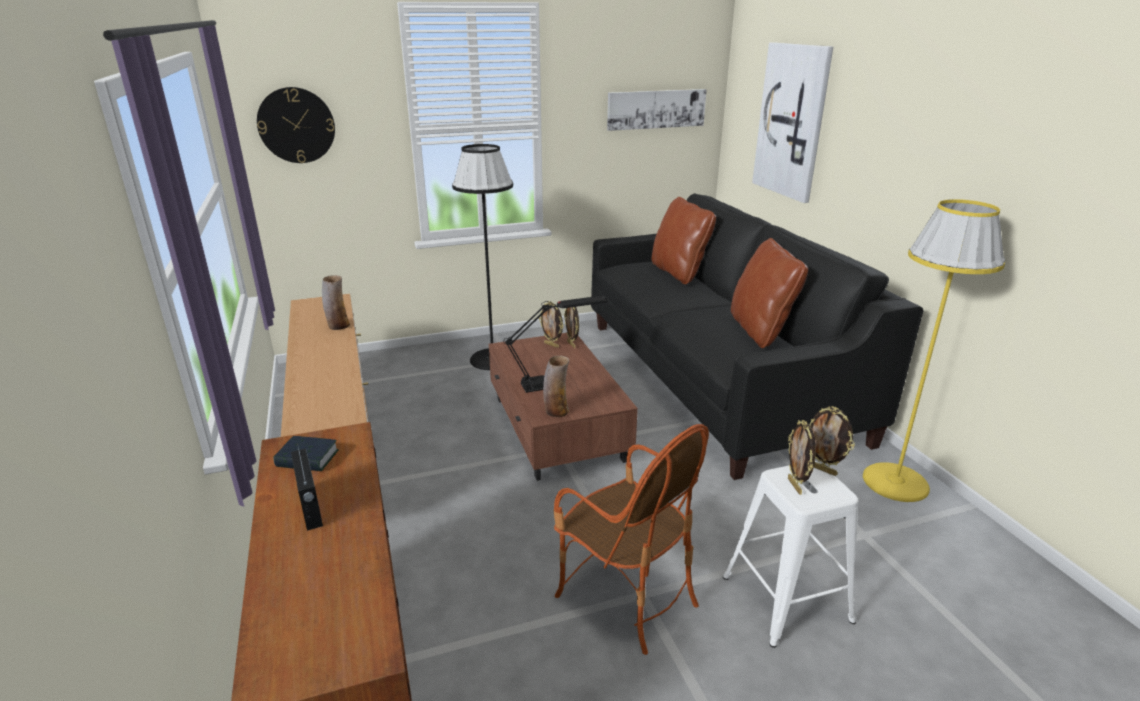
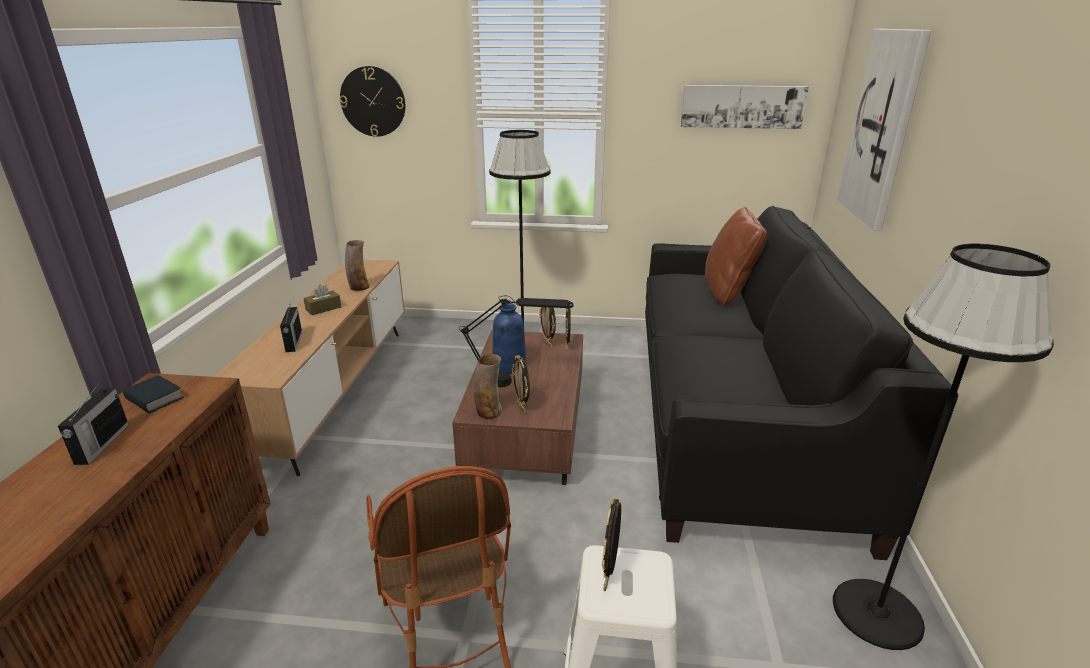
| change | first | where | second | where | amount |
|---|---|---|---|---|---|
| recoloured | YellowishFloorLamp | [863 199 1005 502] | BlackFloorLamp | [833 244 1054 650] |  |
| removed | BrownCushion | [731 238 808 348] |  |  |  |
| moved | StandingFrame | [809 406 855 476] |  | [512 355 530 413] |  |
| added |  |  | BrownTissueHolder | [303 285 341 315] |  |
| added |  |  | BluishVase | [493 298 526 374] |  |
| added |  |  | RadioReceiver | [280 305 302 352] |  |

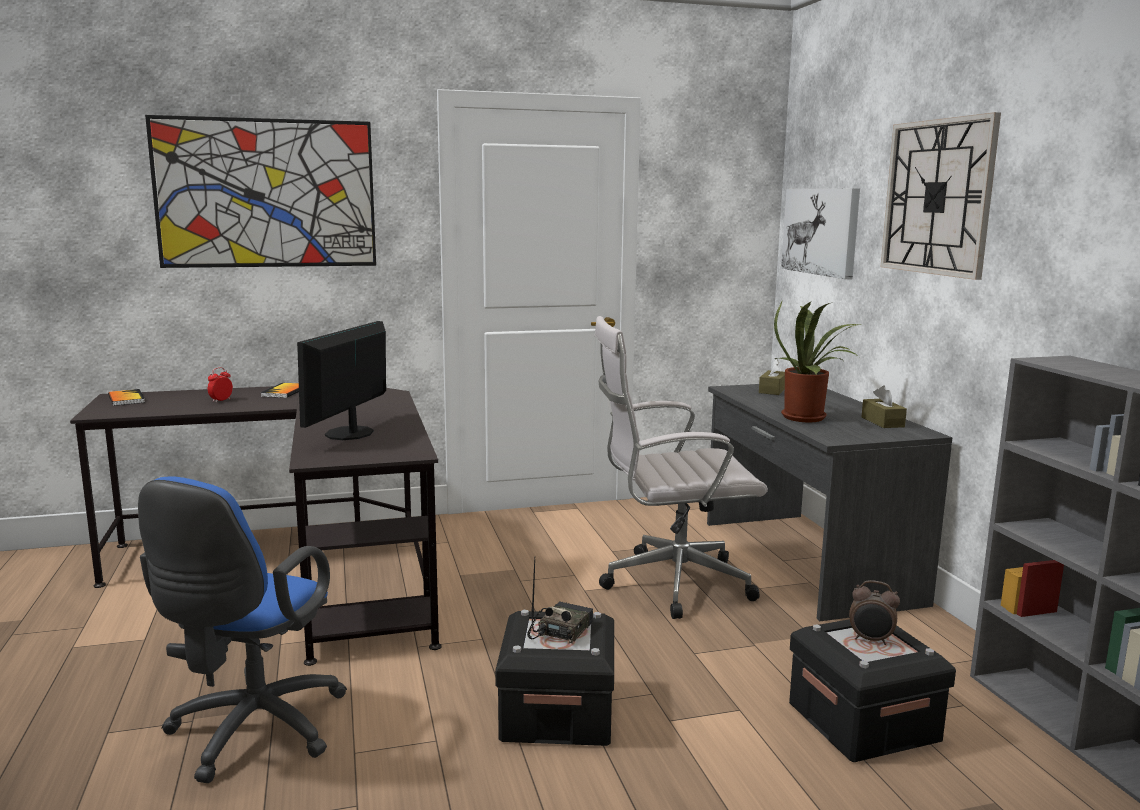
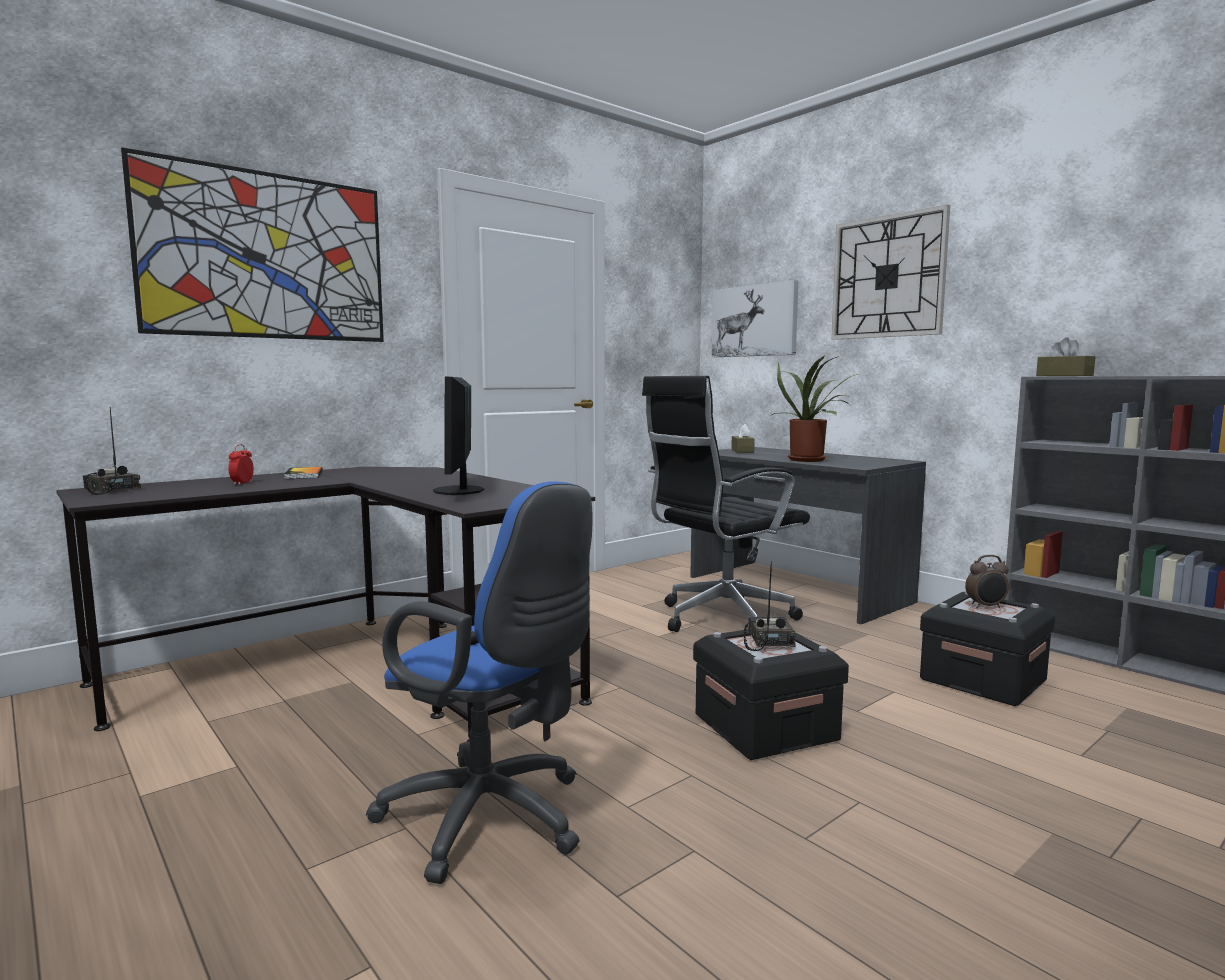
| change | first | where | second | where | amount |
|---|---|---|---|---|---|
| recoloured | WhiteColouredComputerChair | [595 316 768 619] | BlackComputerChair | [642 376 810 632] |  |
| moved | BrownTissueHolder | [862 386 907 428] |  | [1036 337 1095 376] |  |
| replaced | BoundBook | [108 389 145 406] | RadioReceiver | [83 407 141 495] |  |
| turned | BluishComputerChair | [138 476 347 783] |  | [366 481 592 884] | 45 degrees counterclockwise |

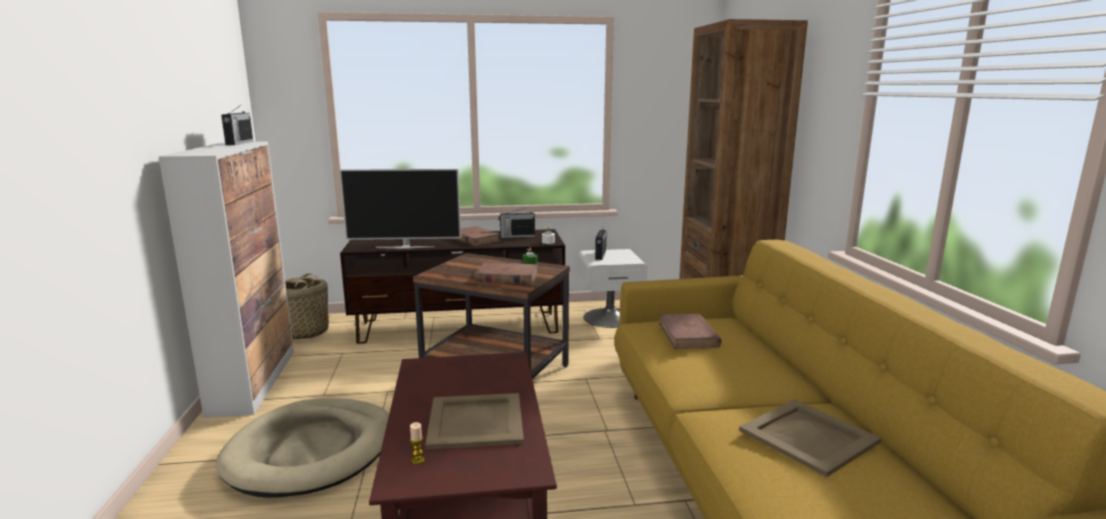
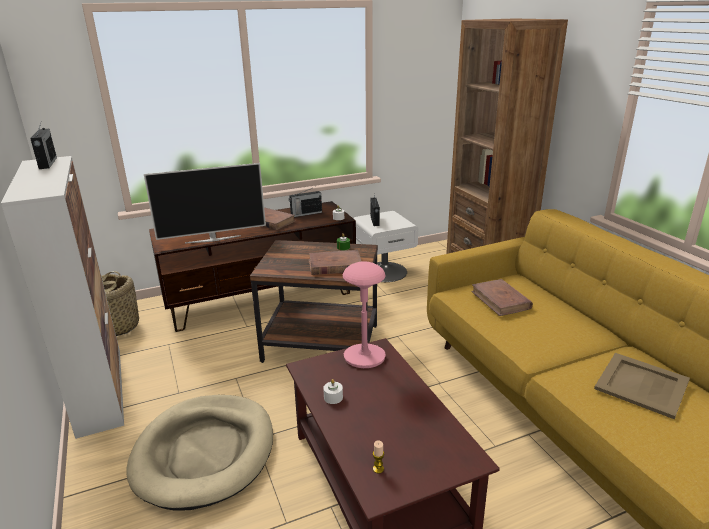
| change | first | where | second | where | amount |
|---|---|---|---|---|---|
| removed | BeigeServingTray | [425 393 524 450] |  |  |  |
| added |  |  | PinkishTableLamp | [343 261 386 368] |  |
| added |  |  | WhiteColouredCandle | [323 379 343 404] |  |

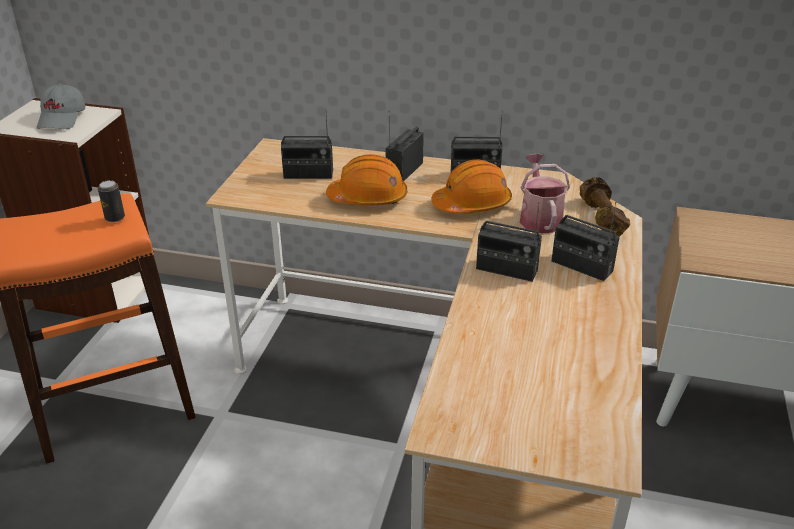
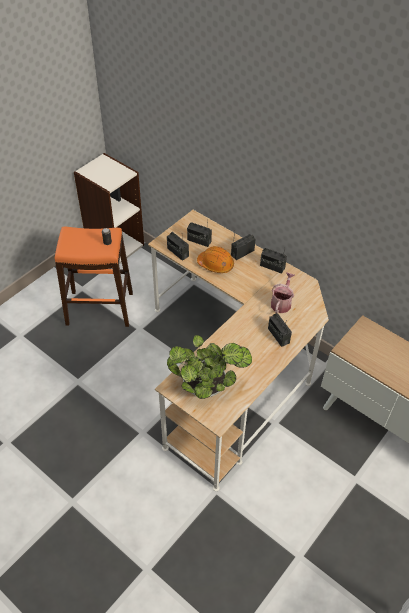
| change | first | where | second | where | amount |
|---|---|---|---|---|---|
| removed | GreyPeakedCap | [37 84 85 129] |  |  |  |
| removed | OrangeySafetyHelmet | [431 160 512 214] |  |  |  |
| removed | BrownFreeWeight | [580 177 630 236] |  |  |  |
| moved | RadioReceiver | [476 202 542 282] |  | [167 232 189 261] |  |
| added |  |  | Houseplant | [167 335 252 399] |  |

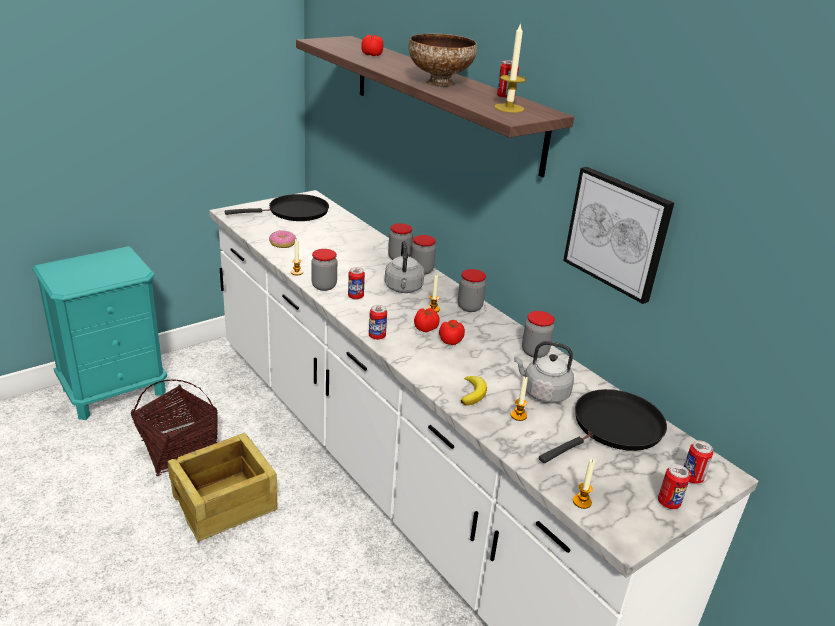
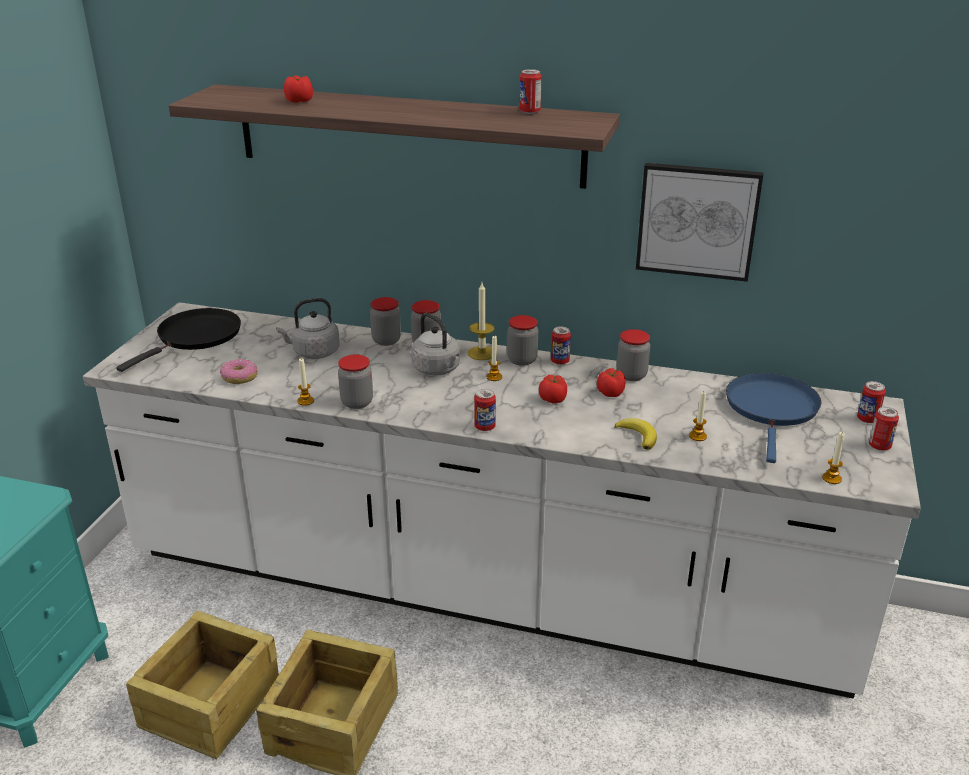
| change | first | where | second | where | amount |
|---|---|---|---|---|---|
| moved | Candle | [494 22 526 113] |  | [468 283 495 360] |  |
| removed | Bowl | [408 34 477 87] |  |  |  |
| moved | Can | [348 267 365 300] |  | [551 327 571 365] |  |
| moved | WholeTomato | [414 308 440 332] |  | [597 368 626 397] |  |
| moved | GreyKettle | [514 341 574 403] |  | [276 298 340 359] |  |
| replaced | Basket | [131 379 218 476] | Crate | [126 610 279 759] |  |
| recoloured | BlackSkillet | [539 389 667 463] | BluishSkillet | [726 373 821 463] |  |

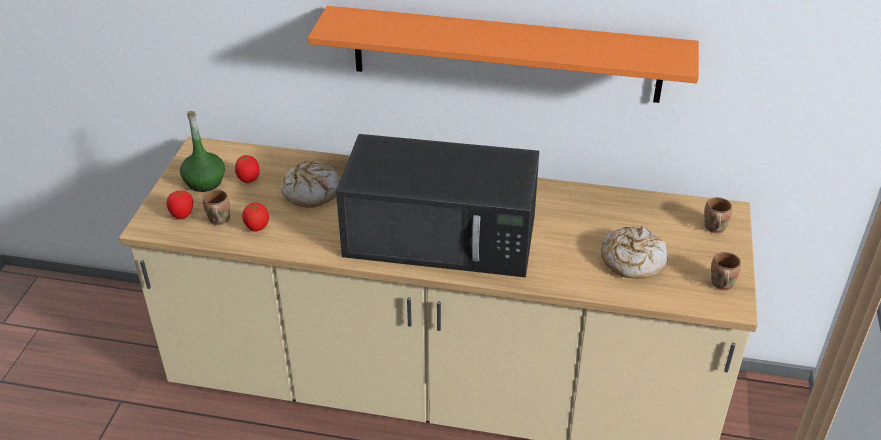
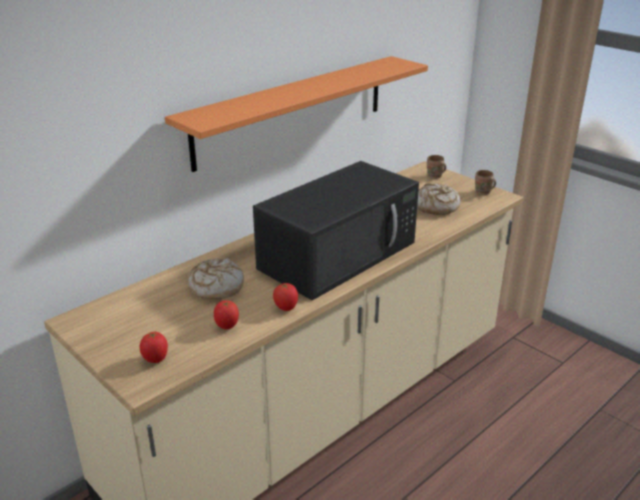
| change | first | where | second | where | amount |
|---|---|---|---|---|---|
| removed | GreenColouredBeverageBottle | [180 111 225 192] |  |  |  |
| moved | WholeTomato | [235 155 260 183] |  | [273 282 298 311] |  |
| removed | BrownMug | [203 190 230 225] |  |  |  |

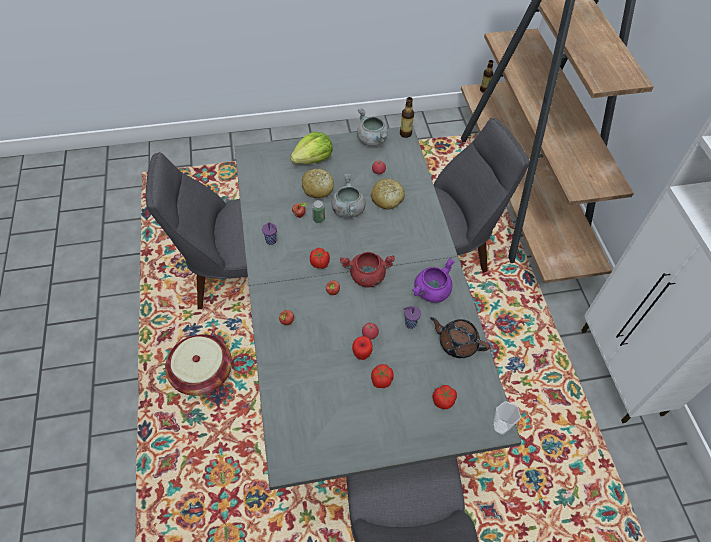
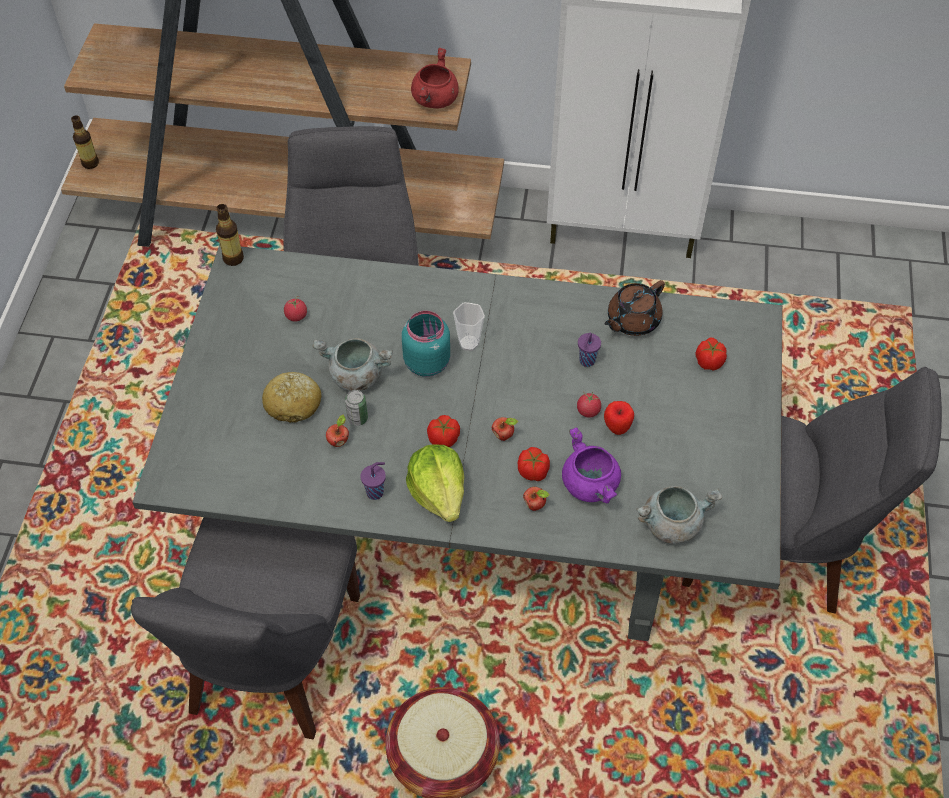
| change | first | where | second | where | amount |
|---|---|---|---|---|---|
| moved | GreySaucepot | [357 108 388 146] |  | [636 486 722 544] |  |
| moved | LettuceHead | [290 132 333 164] |  | [406 444 464 522] |  |
| removed | BakeryBread | [371 179 405 210] |  |  |  |
| moved | ReddishSaucepot | [340 252 395 287] |  | [411 47 459 109] |  |
| moved | PurplishSaucepot | [412 258 454 303] |  | [562 427 621 503] |  |
| moved | WholeTomato | [371 364 393 388] |  | [518 447 550 481] |  |
| moved | SmallCup | [493 401 521 435] |  | [453 302 485 351] |  |
| added |  |  | TurquoisePreserveJar | [402 311 450 377] |  |

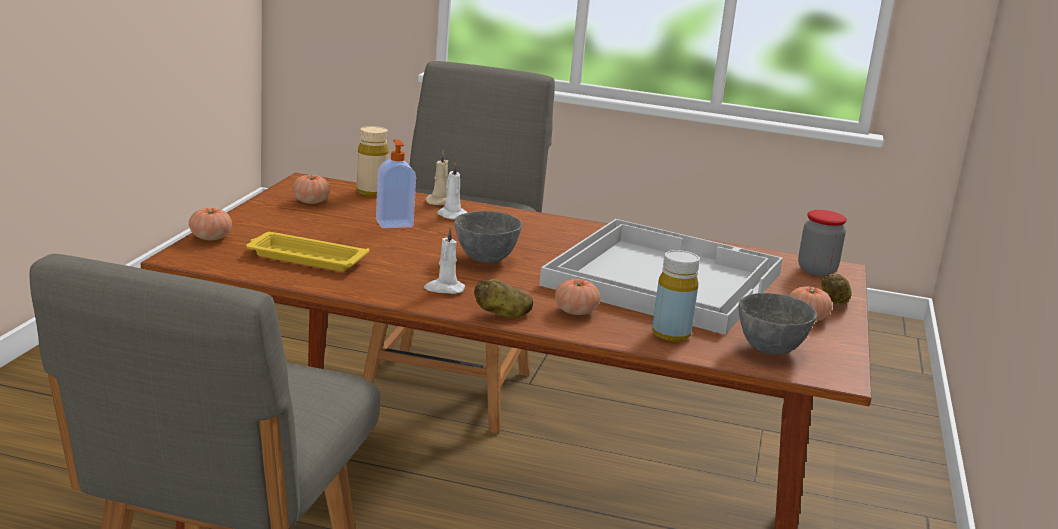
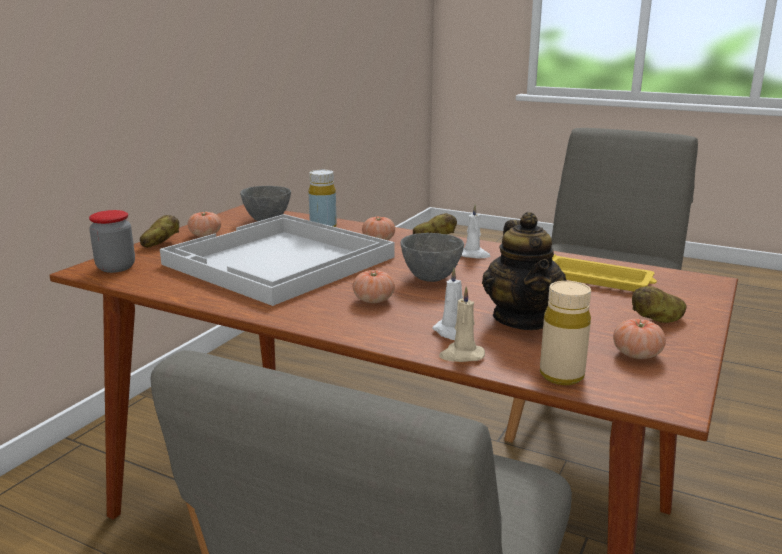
| change | first | where | second | where | amount |
|---|---|---|---|---|---|
| replaced | SoapBottle | [376 140 416 228] | PotForTea | [482 212 566 330] |  |
| moved | WholeTomato | [189 208 232 240] |  | [353 270 395 303] |  |
| added |  |  | Potato | [632 286 686 323] |  |

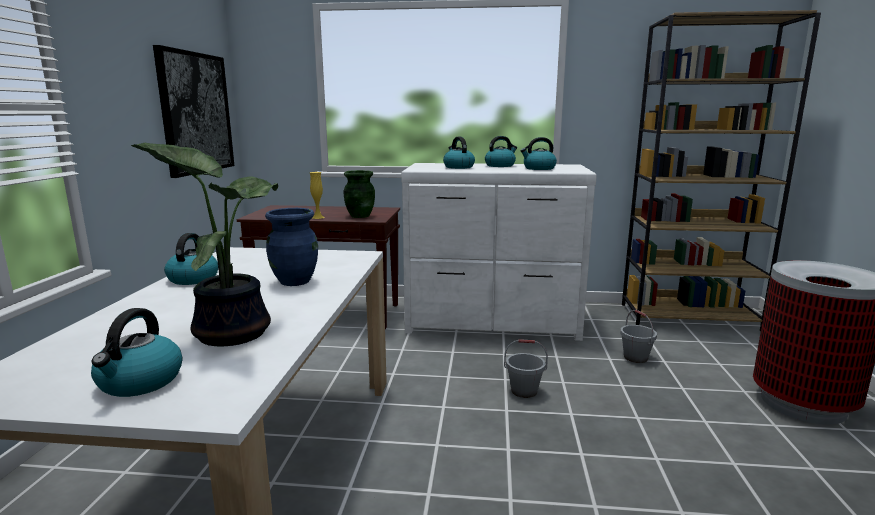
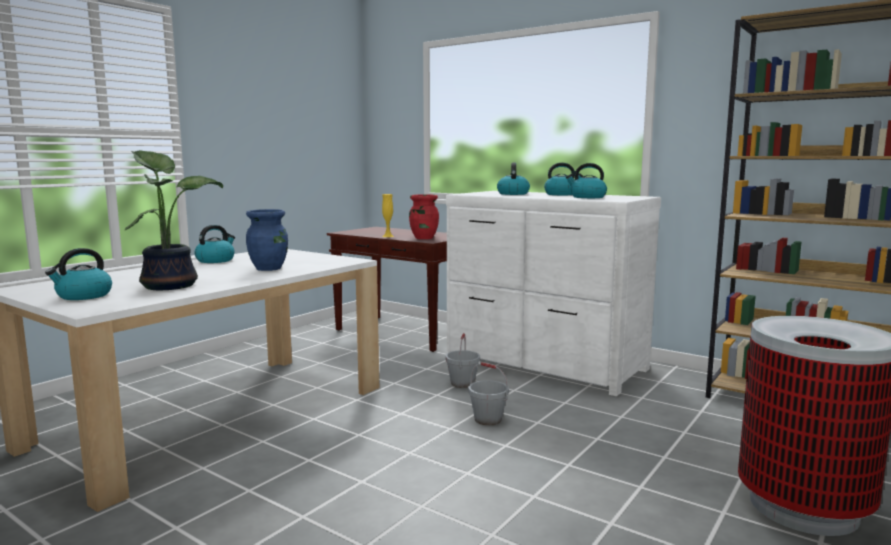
| change | first | where | second | where | amount |
|---|---|---|---|---|---|
| removed | Picture | [153 45 234 178] |  |  |  |
| recoloured | GreenColouredVase | [343 170 375 218] | ReddishVase | [409 194 439 239] |  |
| moved | GreyWaterBucket | [620 310 657 363] |  | [445 333 480 388] |  |

